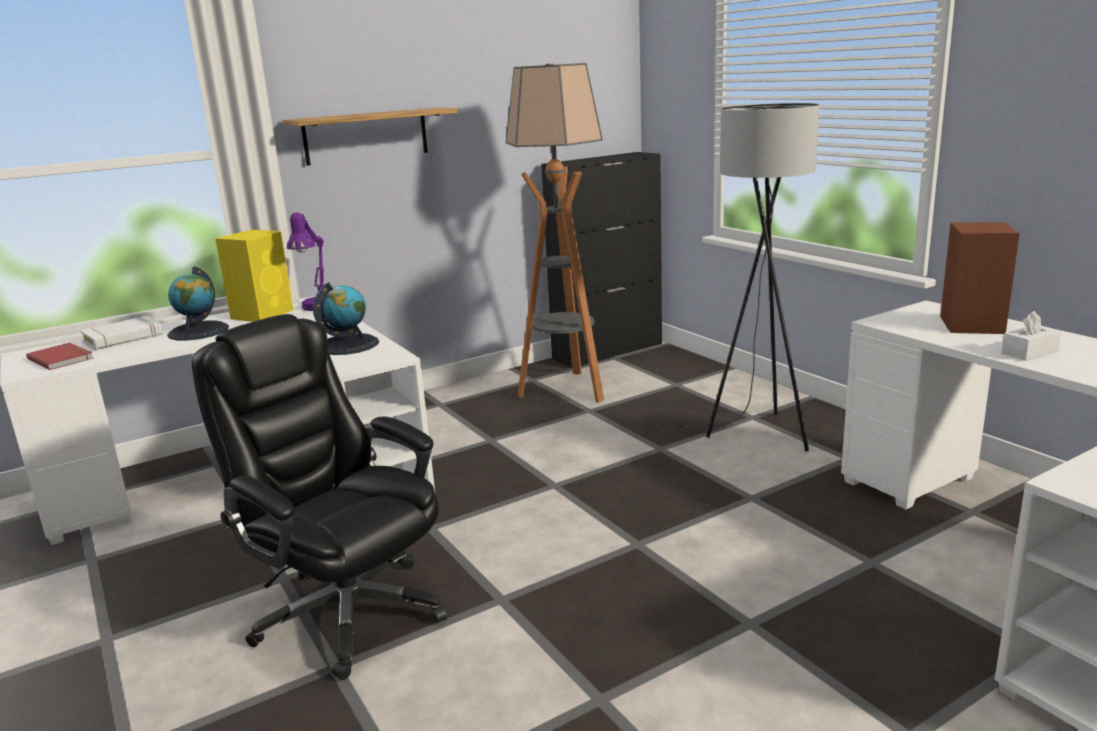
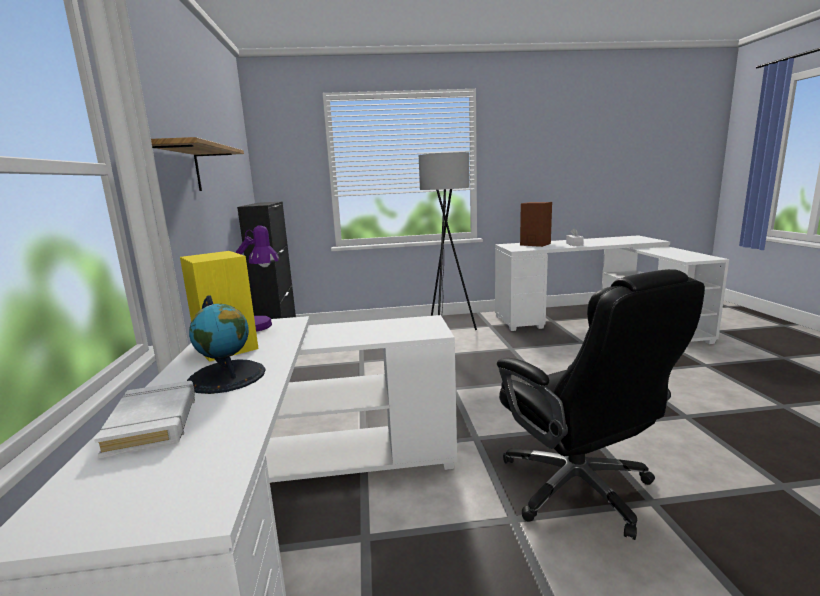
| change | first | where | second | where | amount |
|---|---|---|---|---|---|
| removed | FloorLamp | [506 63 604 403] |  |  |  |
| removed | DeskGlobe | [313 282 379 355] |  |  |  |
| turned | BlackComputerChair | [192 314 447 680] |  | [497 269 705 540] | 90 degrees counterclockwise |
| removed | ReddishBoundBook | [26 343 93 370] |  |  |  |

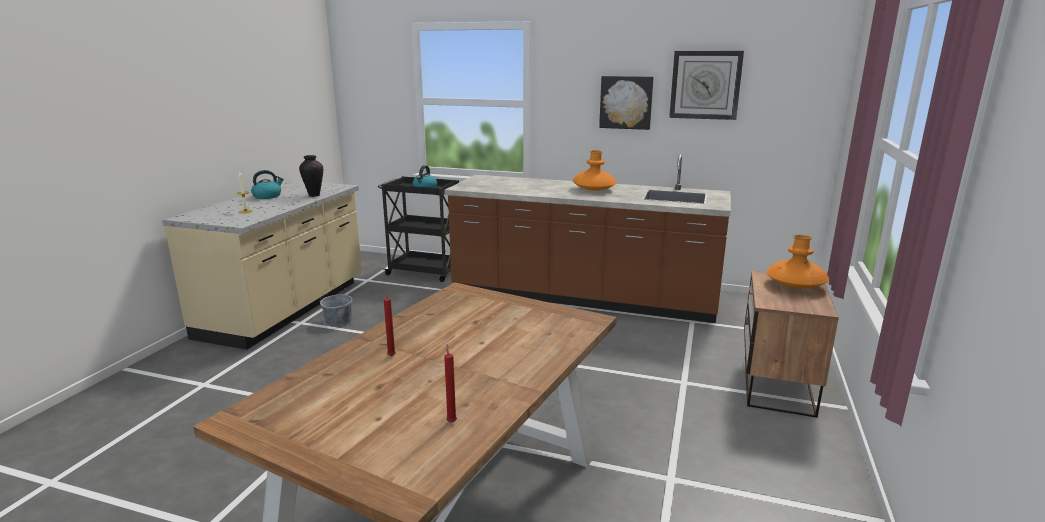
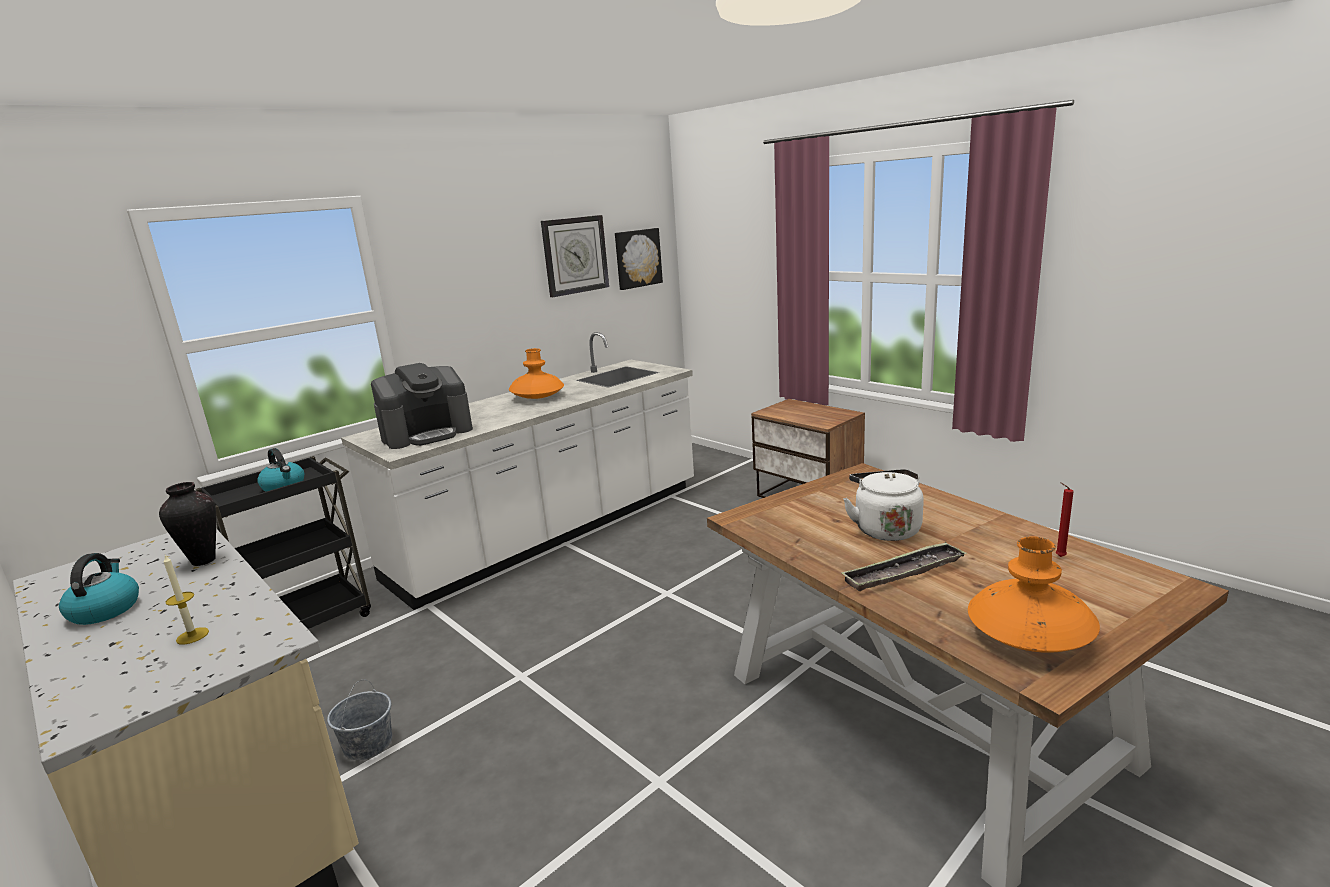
| change | first | where | second | where | amount |
|---|---|---|---|---|---|
| moved | Picture | [599 76 654 130] |  | [615 228 663 290] |  |
| recoloured | BrownKitchenBaseUnit | [445 154 731 323] | WhiteColouredKitchenBaseUnit | [341 332 694 610] |  |
| moved | OrangeyVase | [766 235 829 288] |  | [968 536 1100 653] |  |
| replaced | ReddishCandle | [383 291 396 356] | ServingTray | [842 542 967 591] |  |
| added |  |  | CoffeeMaker | [371 363 473 449] |  |
| added |  |  | WhiteColouredKettle | [843 469 924 541] |  |

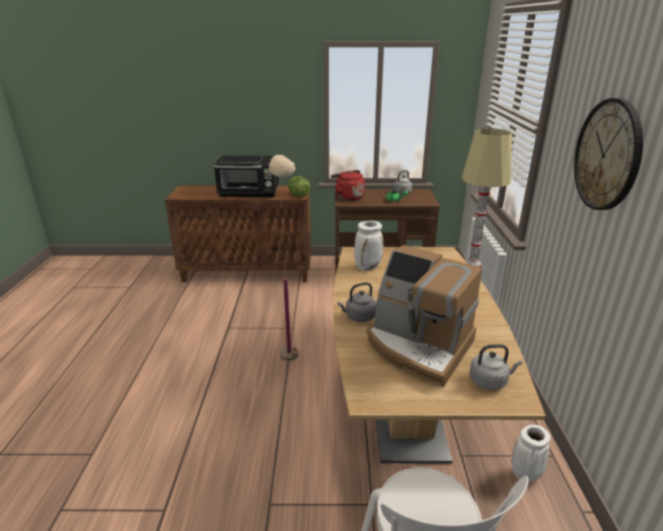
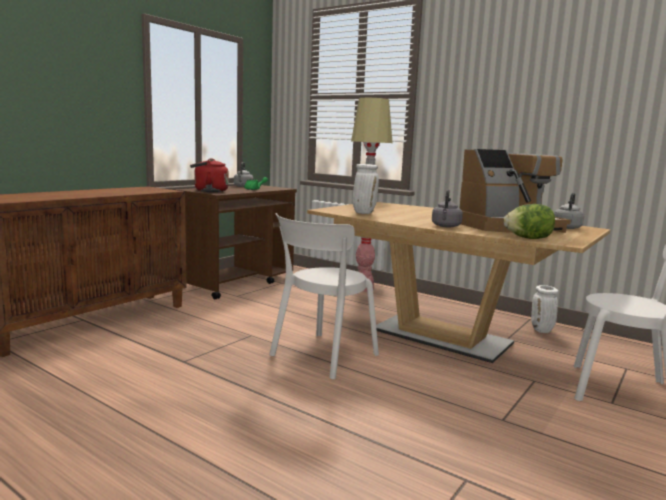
| change | first | where | second | where | amount |
|---|---|---|---|---|---|
| removed | HangingClock | [574 98 643 210] |  |  |  |
| replaced | BeigeFloorLamp | [269 155 299 361] | WhiteColouredUprightChair | [269 213 379 379] |  |
| removed | BlackMicrowave | [214 156 279 198] |  |  |  |
| moved | LettuceHead | [288 176 310 197] |  | [504 204 555 239] |  |

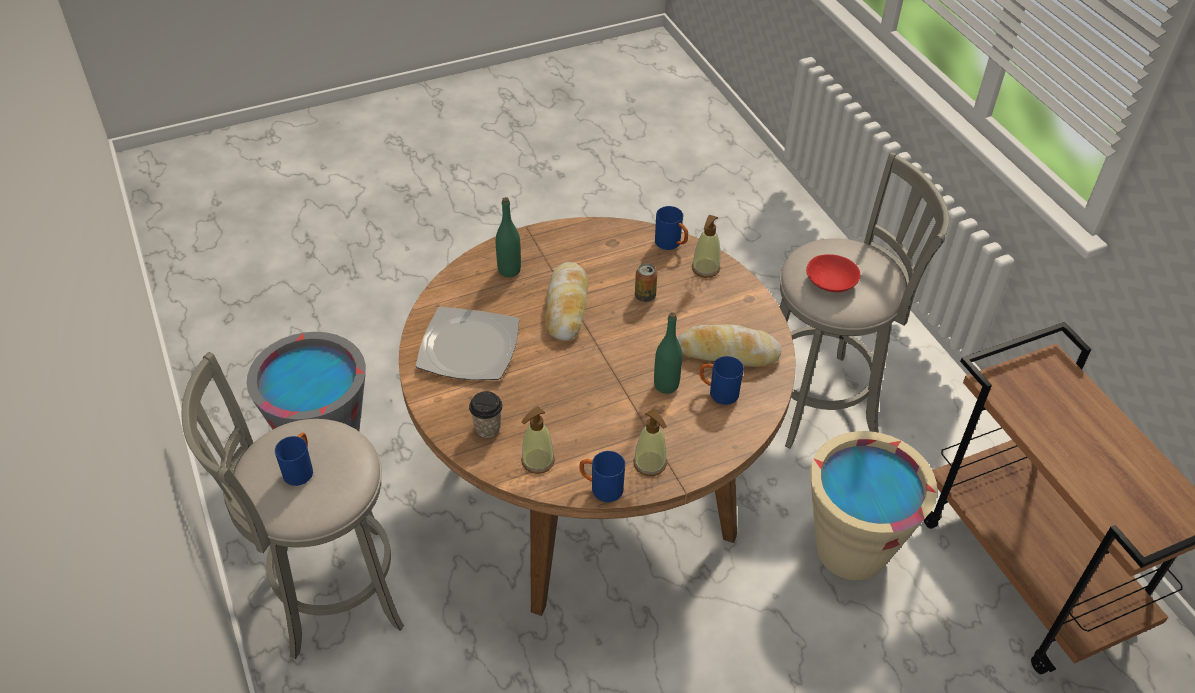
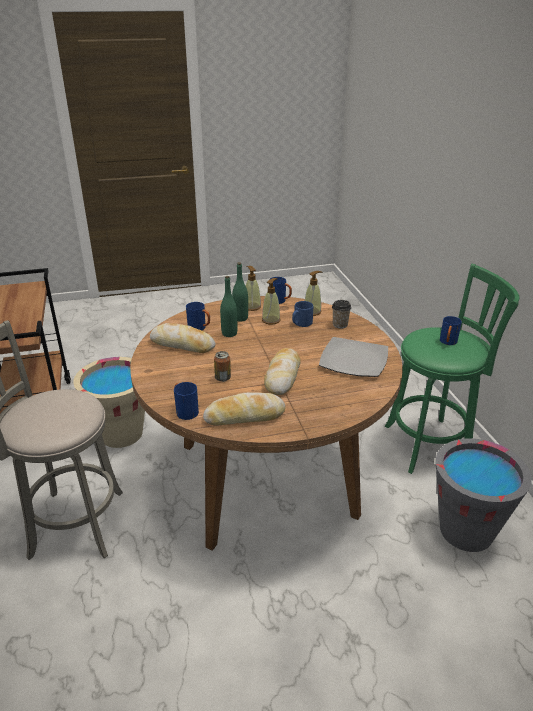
| change | first | where | second | where | amount |
|---|---|---|---|---|---|
| moved | GreenColouredBeverageBottle | [496 197 521 277] |  | [232 262 248 322] |  |
| moved | SoapBottle | [692 215 720 278] |  | [262 278 280 324] |  |
| removed | ReddishBowl | [806 254 860 292] |  |  |  |
| recoloured | GreyStool | [182 352 404 659] | GreenColouredStool | [385 264 519 474] |  |
| added |  |  | BluishMug | [292 301 313 327] |  |
| added |  |  | BakeryBread | [203 393 286 426] |  |

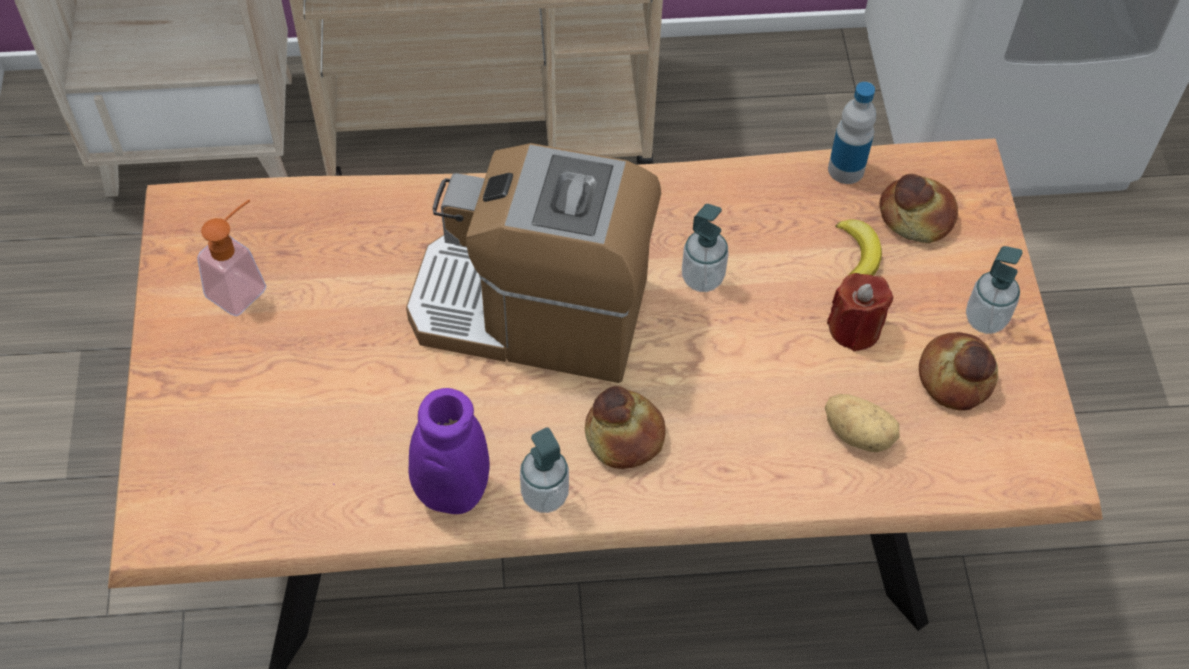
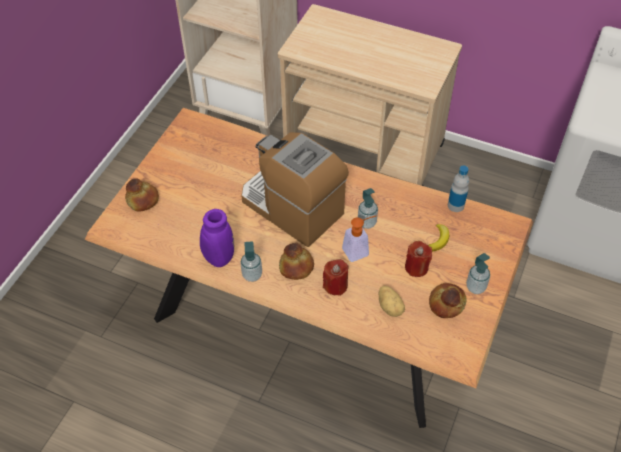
| change | first | where | second | where | amount |
|---|---|---|---|---|---|
| moved | BakeryBread | [879 174 958 243] |  | [125 178 159 211] |  |
| moved | SoapBottle | [197 200 267 316] |  | [342 215 377 262] |  |
| added |  |  | ReddishCandle | [323 259 348 296] |  |

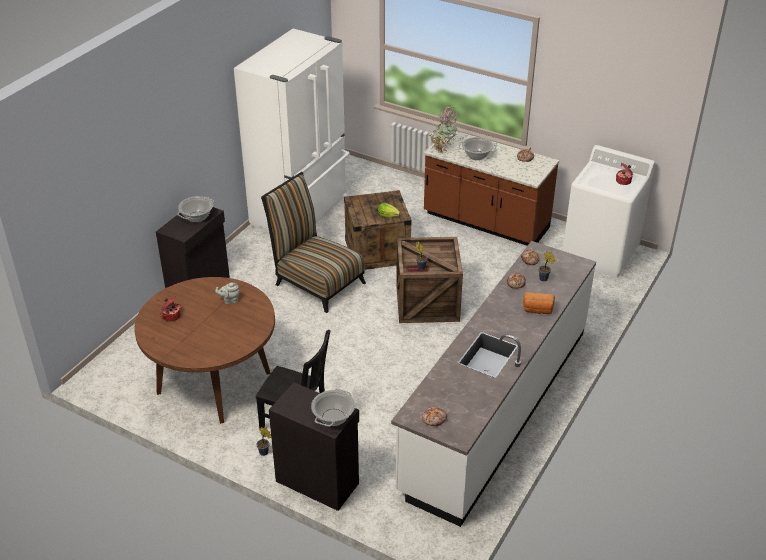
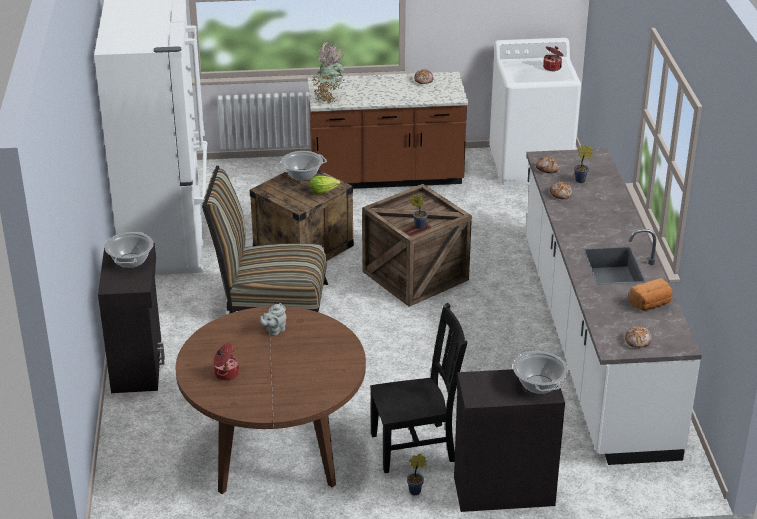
| change | first | where | second | where | amount |
|---|---|---|---|---|---|
| moved | Saucepot | [459 137 496 160] |  | [277 151 327 181] |  |
| moved | BakeryBread | [523 292 555 314] |  | [629 278 673 310] |  |

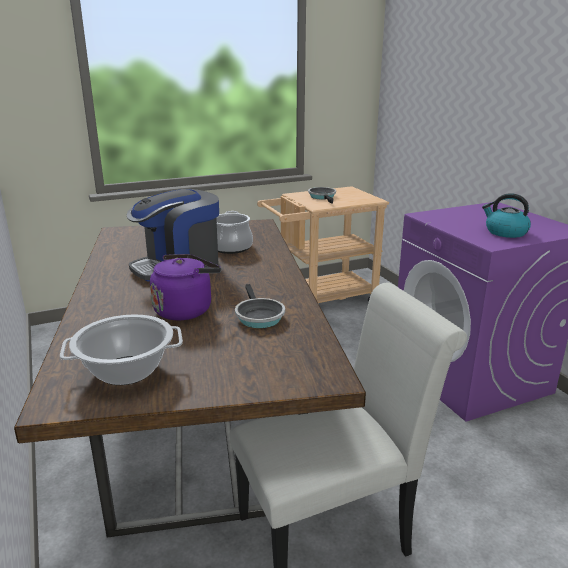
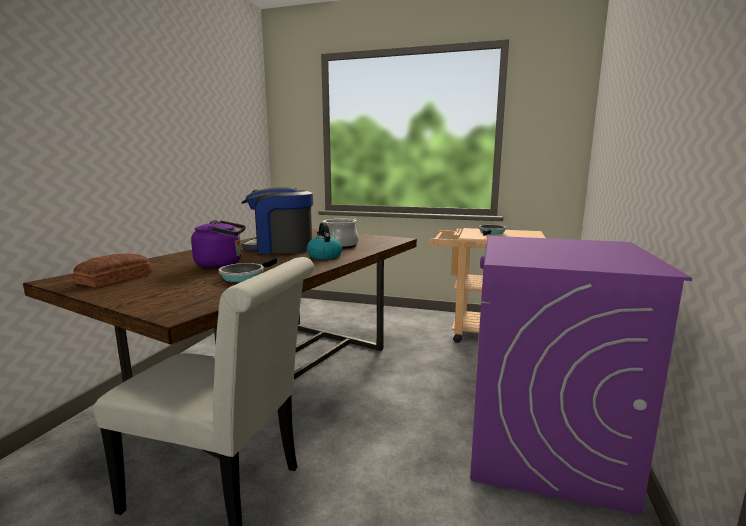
| change | first | where | second | where | amount |
|---|---|---|---|---|---|
| moved | Kettle | [482 193 531 238] |  | [307 222 343 259] |  |
| replaced | Saucepot | [60 314 183 385] | BakeryBread | [73 253 152 287] |  |

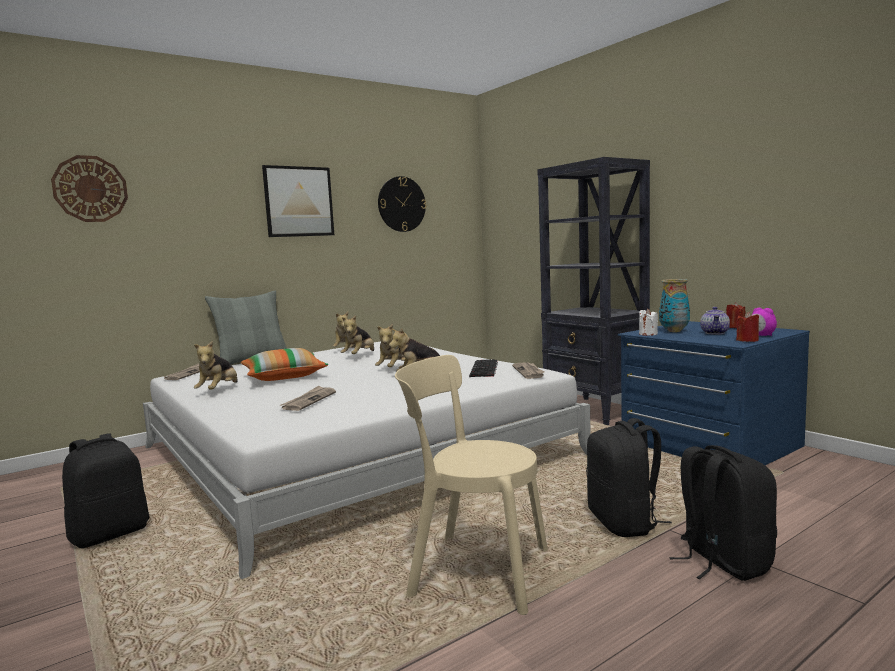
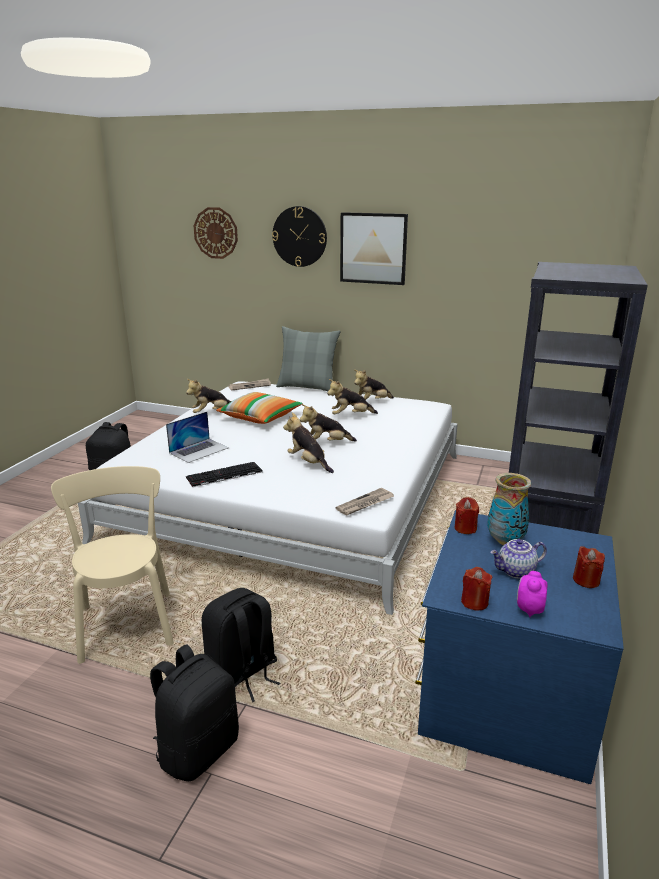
| change | first | where | second | where | amount |
|---|---|---|---|---|---|
| moved | HangingClock | [378 176 426 232] |  | [272 206 327 267] |  |
| recoloured | WhiteColouredCandle | [639 309 658 336] | ReddishCandle | [454 497 479 534] |  |
| moved | Keyboard | [469 359 498 377] |  | [186 462 263 487] |  |
| replaced | PrintedPaper | [280 386 336 411] | NotebookComputer | [166 412 229 463] |  |

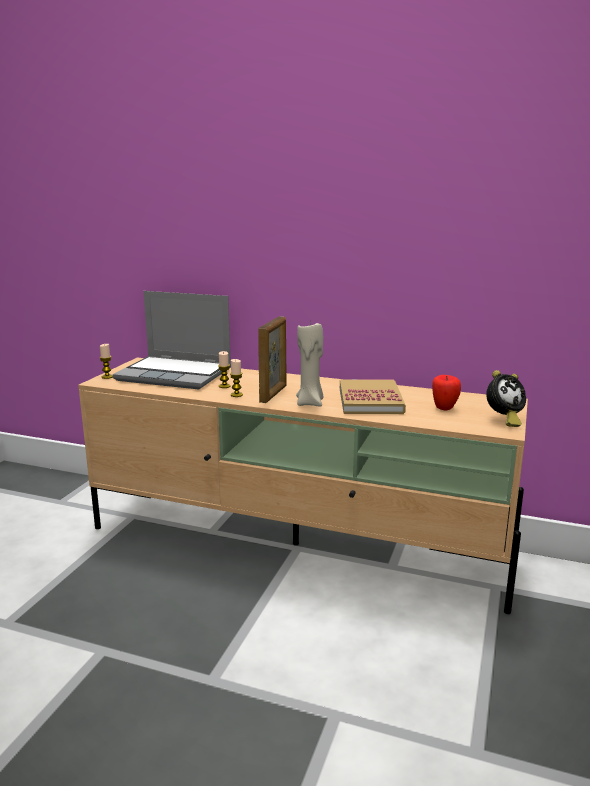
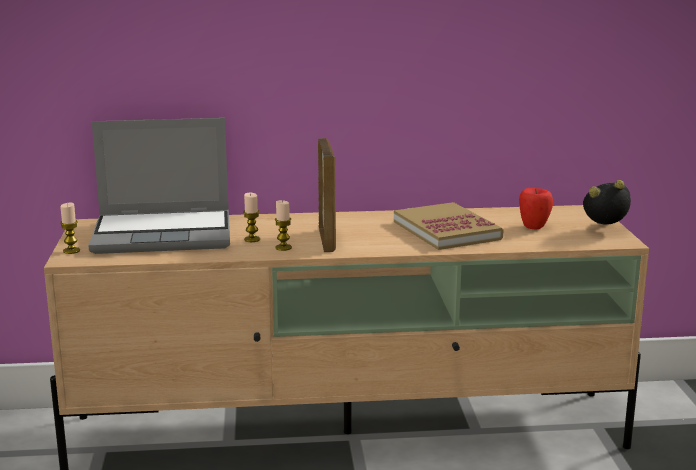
| change | first | where | second | where | amount |
|---|---|---|---|---|---|
| removed | BeigeCandle | [296 321 324 407] |  |  |  |
| turned | AlarmClock | [486 370 526 427] |  | [583 180 631 225] | 135 degrees counterclockwise |

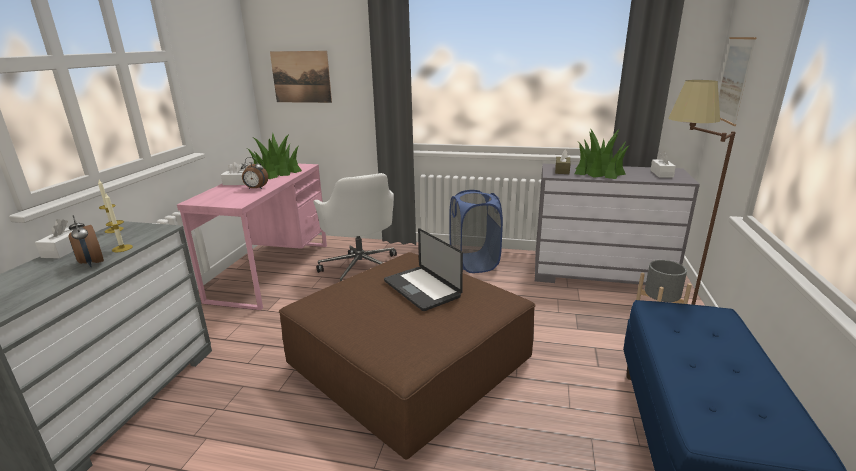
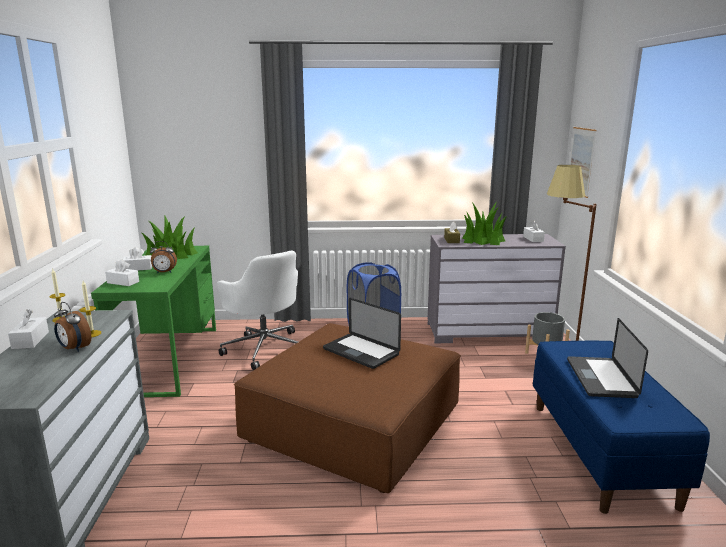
| change | first | where | second | where | amount |
|---|---|---|---|---|---|
| removed | Picture | [270 51 332 103] |  |  |  |
| recoloured | PinkishDesk | [177 164 327 310] | GreenColouredDesk | [91 246 216 397] |  |
| added |  |  | WhiteColouredTissueHolder | [105 259 139 286] |  |
| added |  |  | NotebookComputer | [567 318 648 398] |  |

